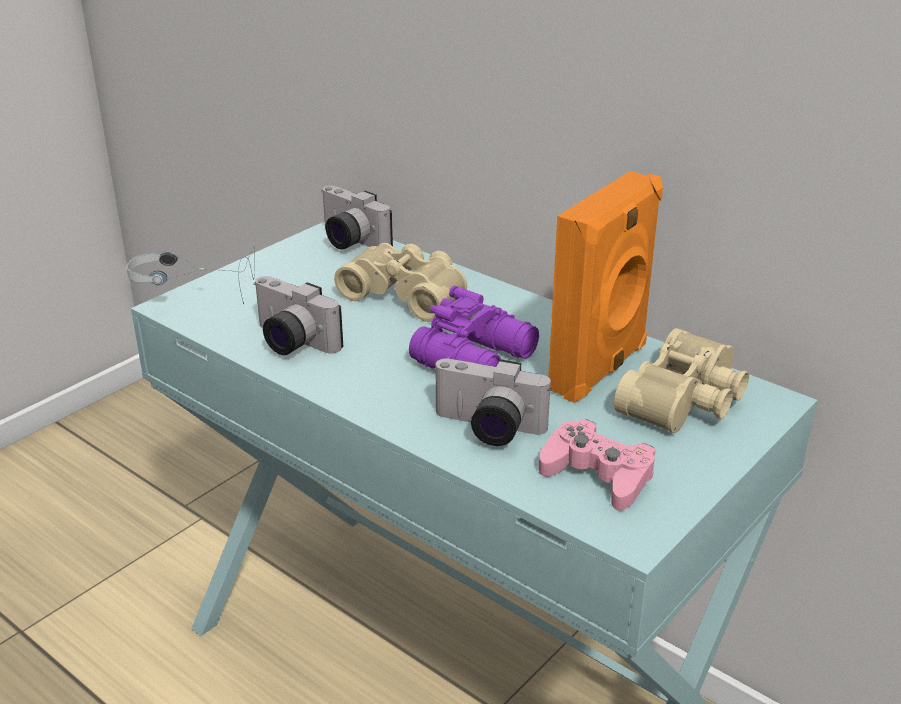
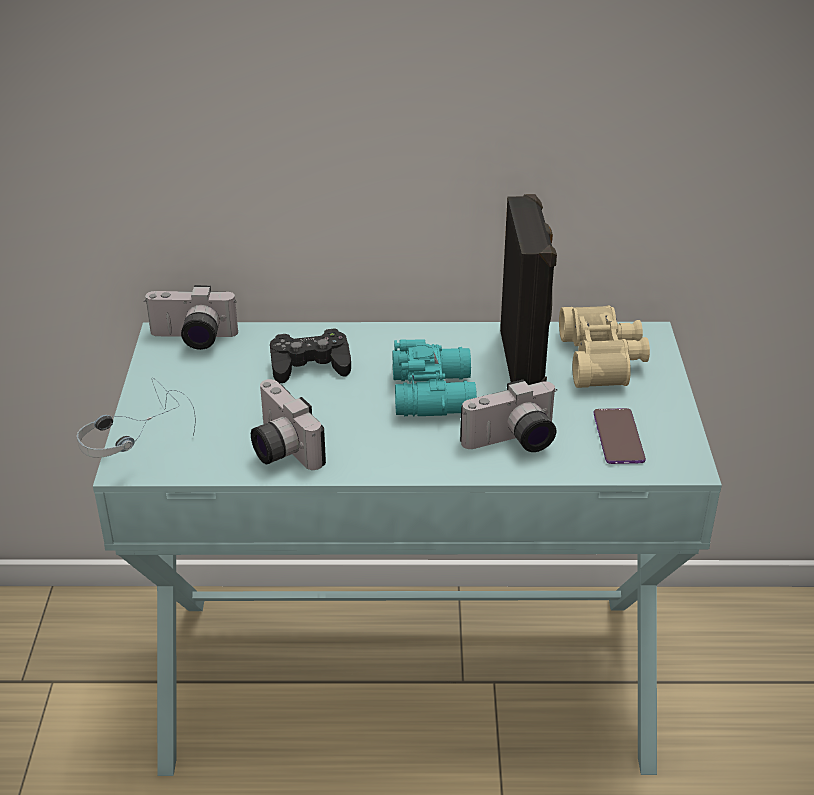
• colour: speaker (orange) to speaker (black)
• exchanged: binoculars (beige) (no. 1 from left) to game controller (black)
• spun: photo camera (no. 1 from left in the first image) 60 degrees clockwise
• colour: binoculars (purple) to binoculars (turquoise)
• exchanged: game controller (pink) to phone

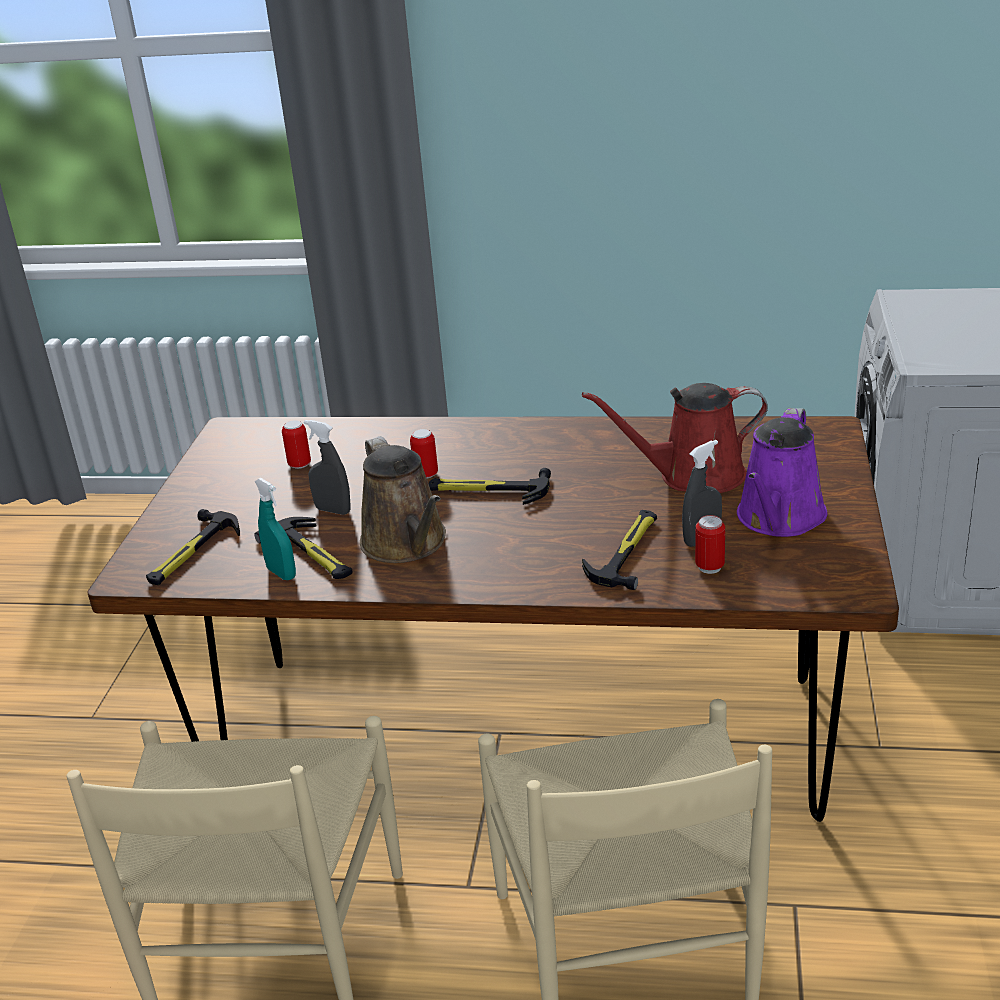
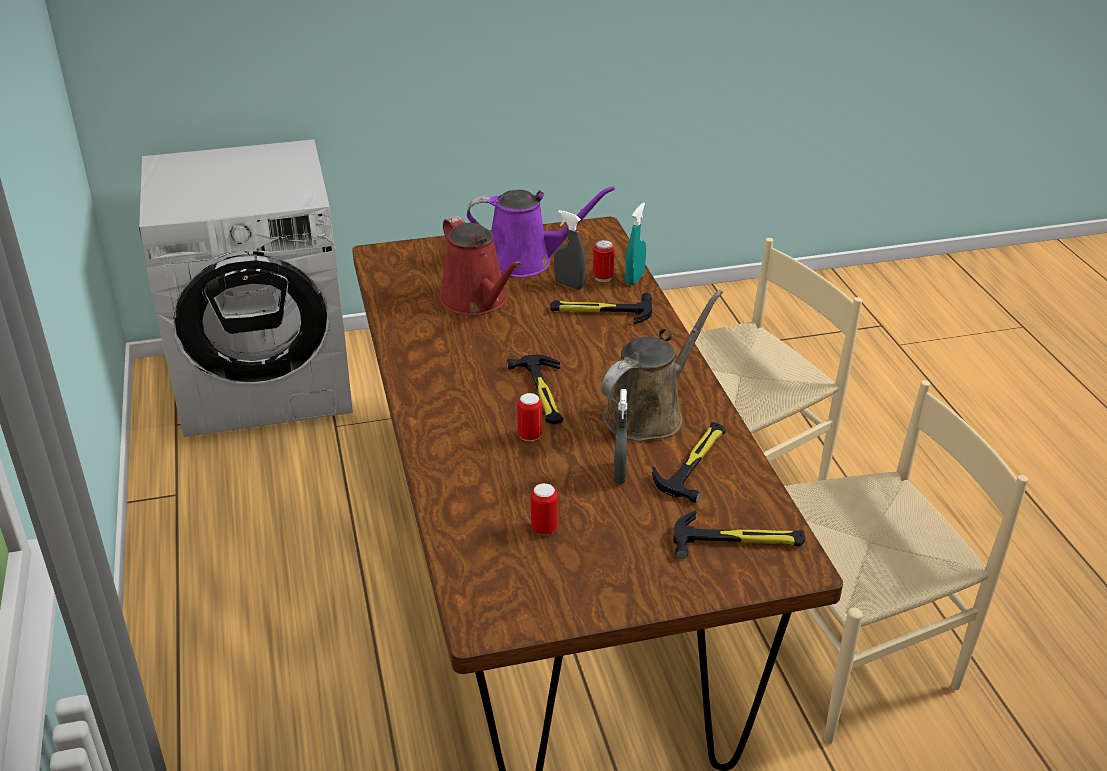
• relocated: spray bottle (turquoise)

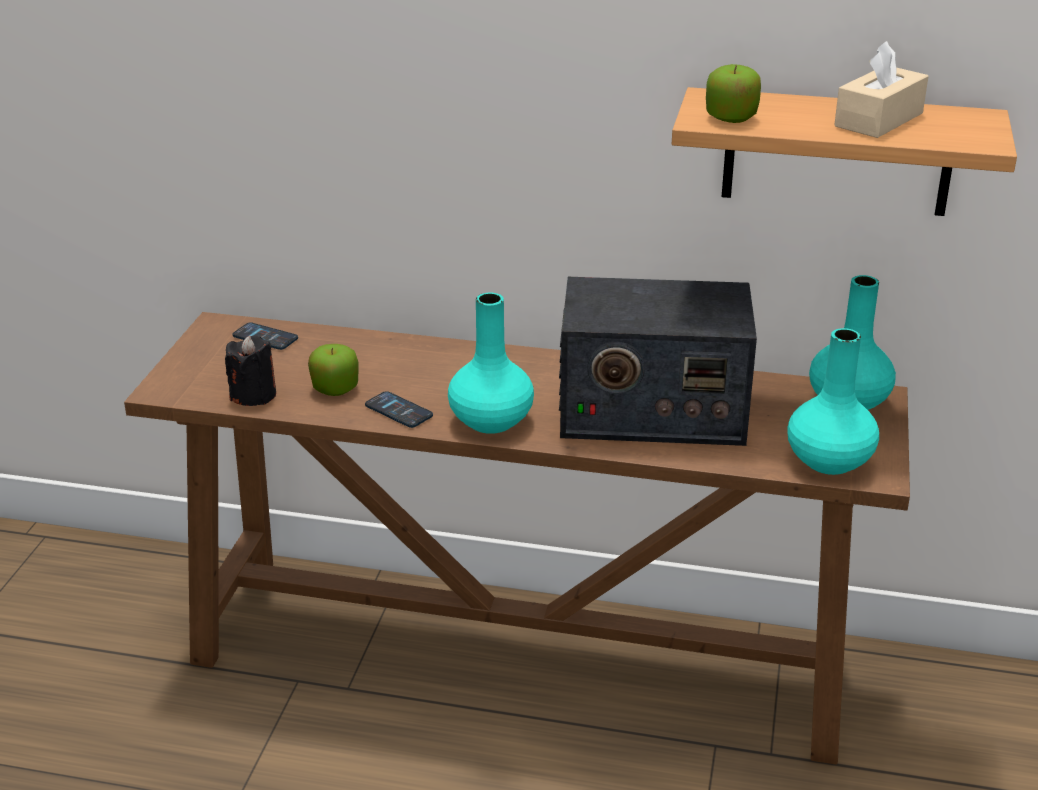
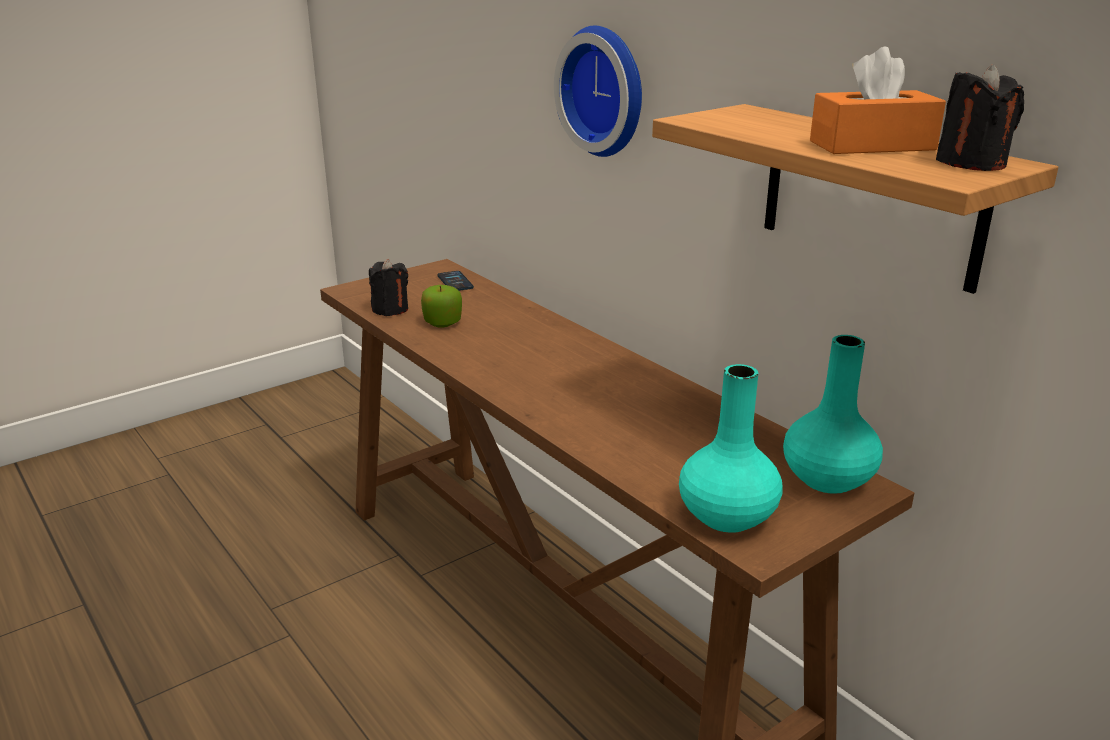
• colour: tissue box (beige) to tissue box (orange)
• missing: apple (no. 2 from left)
• missing: radio
• missing: vase (turquoise) (no. 1 from left)
• missing: phone (no. 2 from left)
• appeared: wall clock
• appeared: candle (black) (no. 2 from left)

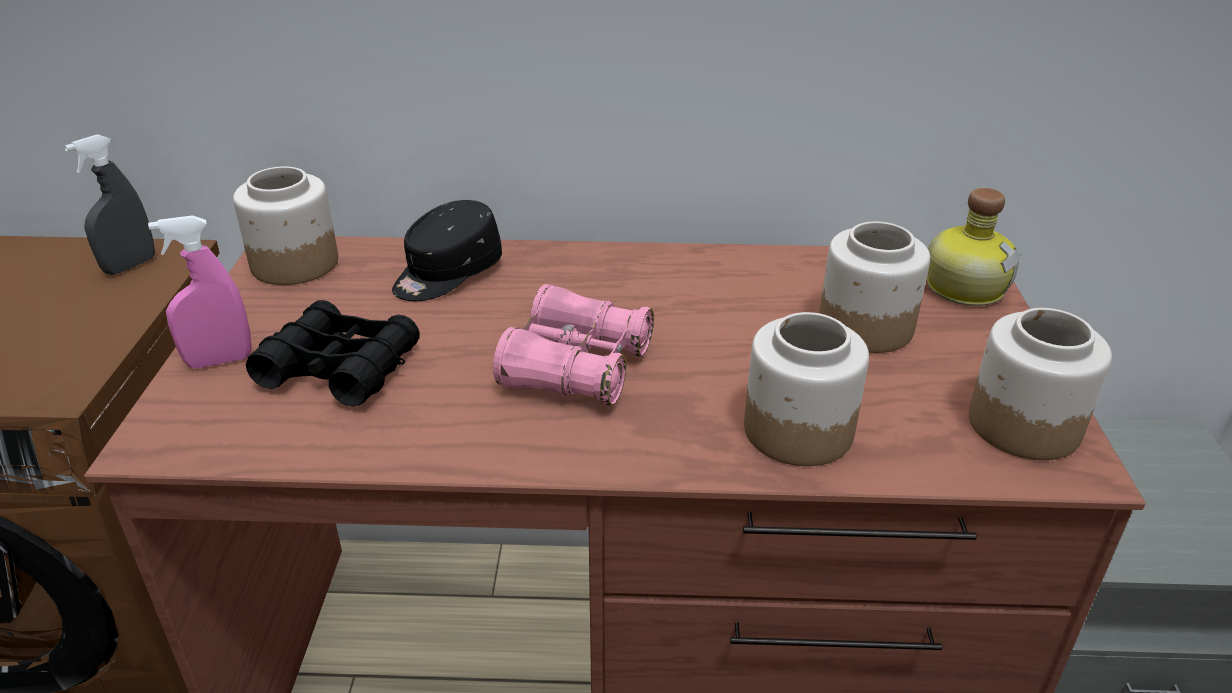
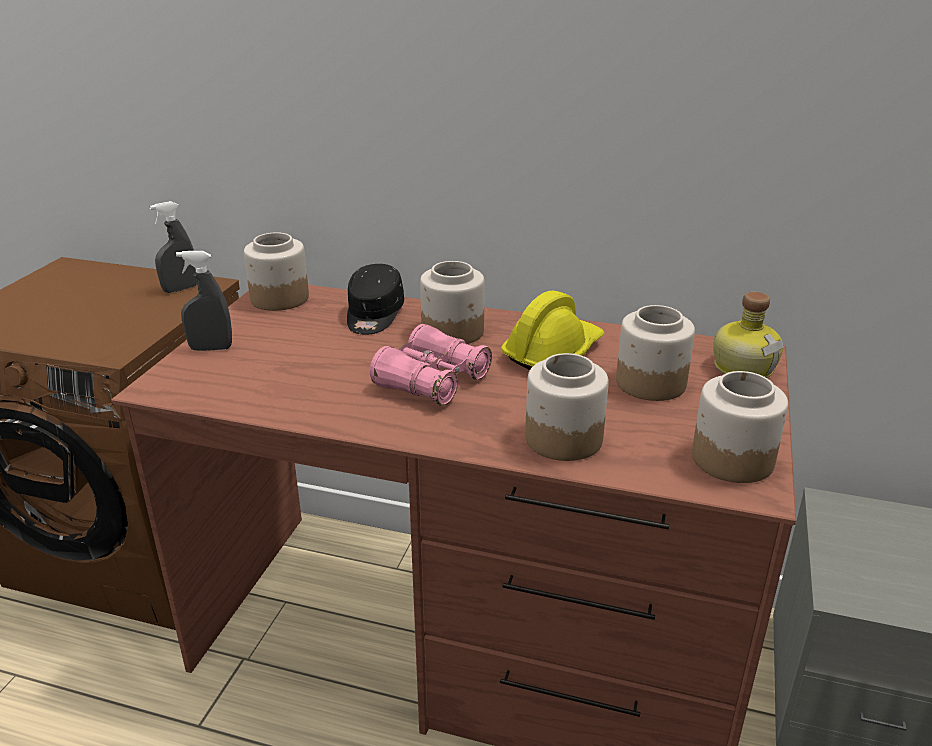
• spun: cap (black) 45 degrees counterclockwise
• colour: spray bottle (pink) to spray bottle (grey) (no. 2 from left)
• missing: binoculars (black)
• appeared: jar (no. 2 from left)
• appeared: hard hat (yellow)

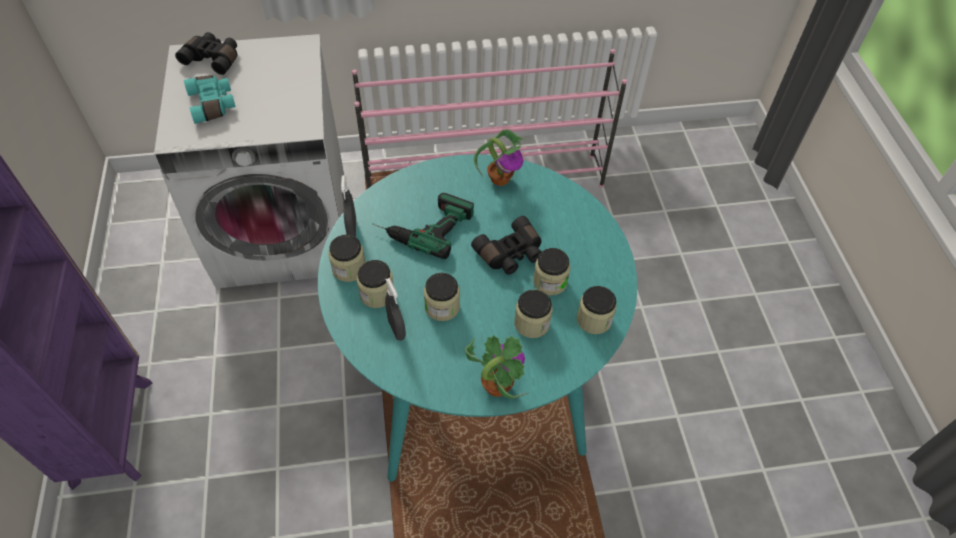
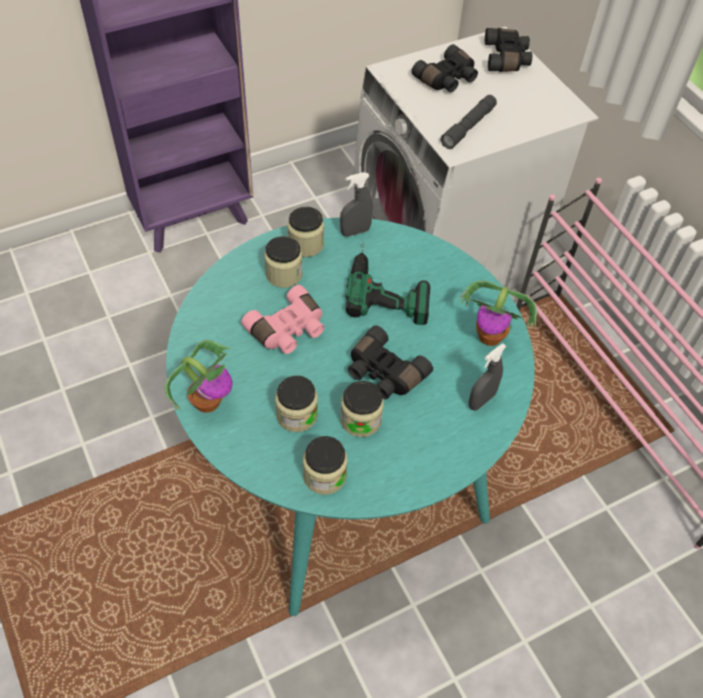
• colour: binoculars (turquoise) to binoculars (black) (no. 2 from left)
• exchanged: jar (no. 3 from left) to binoculars (pink)
• relocated: spray bottle (grey) (no. 2 from left)
• appeared: flashlight (grey)

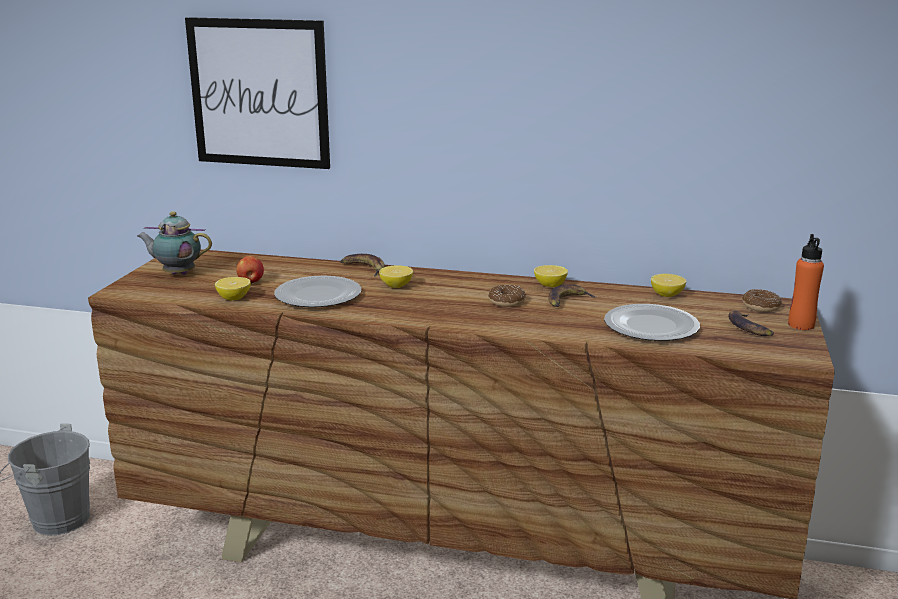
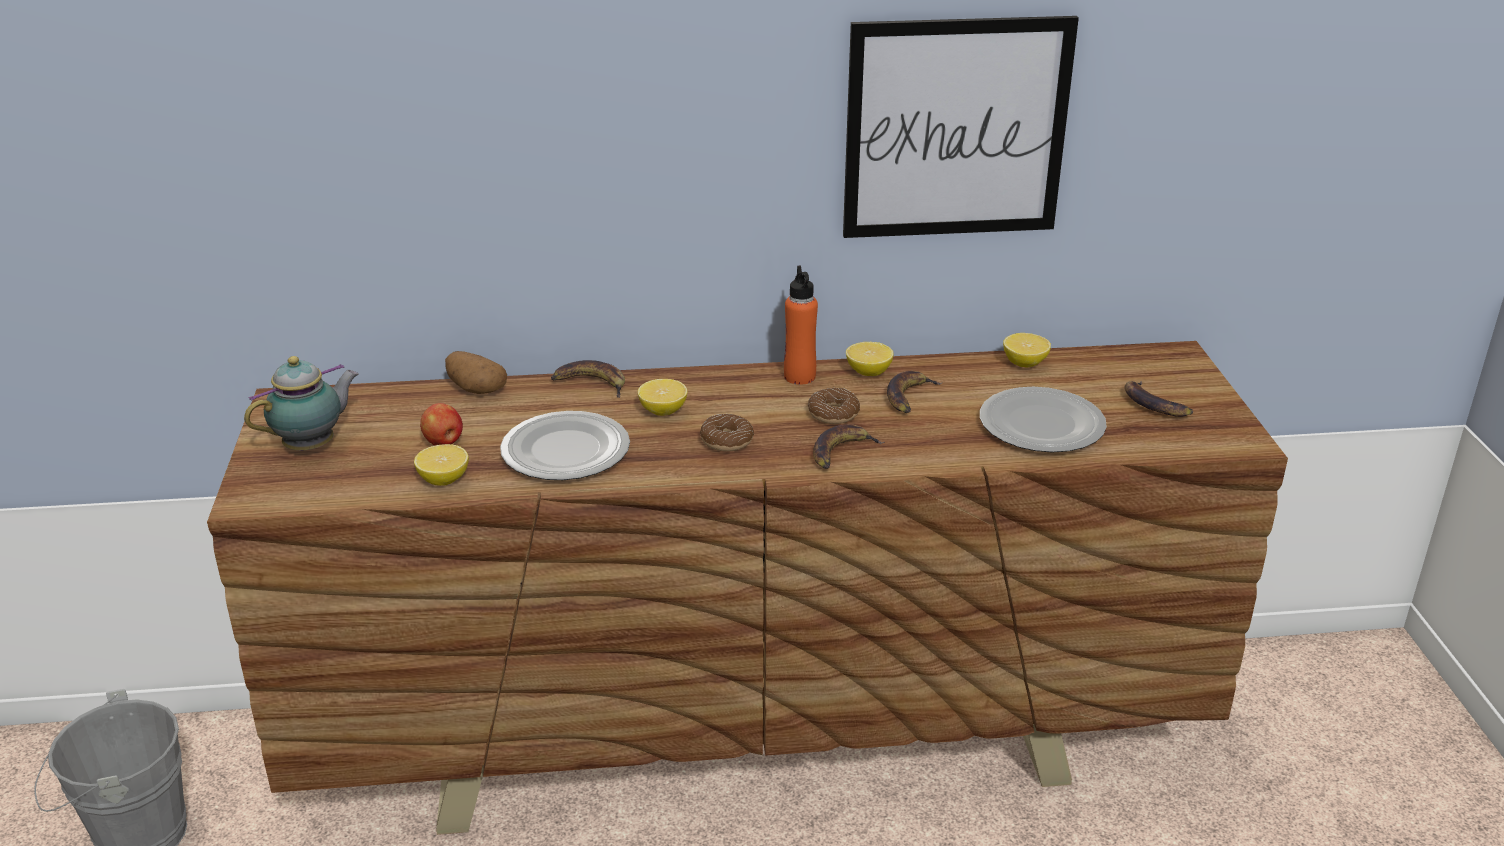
• relocated: picture
• spun: teapot 150 degrees clockwise
• relocated: bottle (orange)
• relocated: donut (no. 2 from left in the first image) to donut (no. 1 from left)
• appeared: potato
• appeared: banana (no. 2 from left)

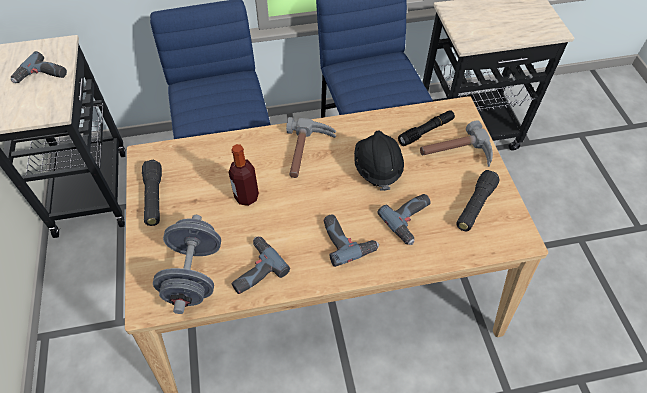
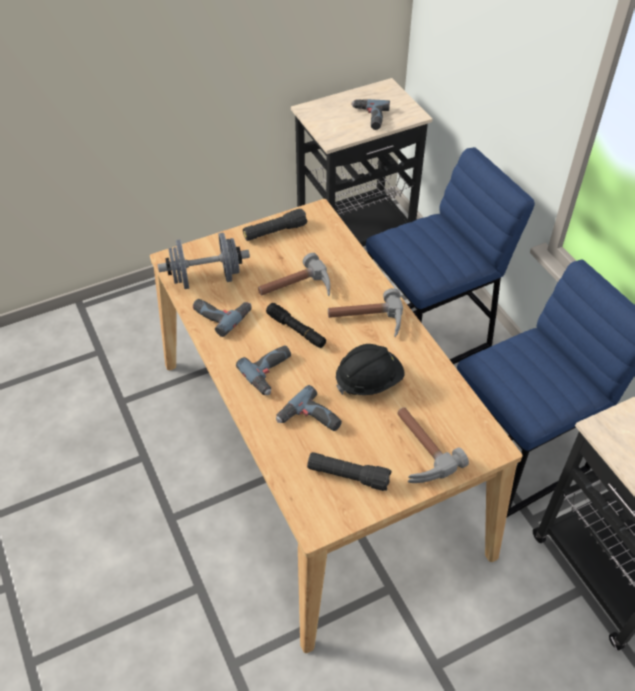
• relocated: flashlight (black) (no. 2 from left)
• exchanged: bottle to hammer (no. 1 from left)

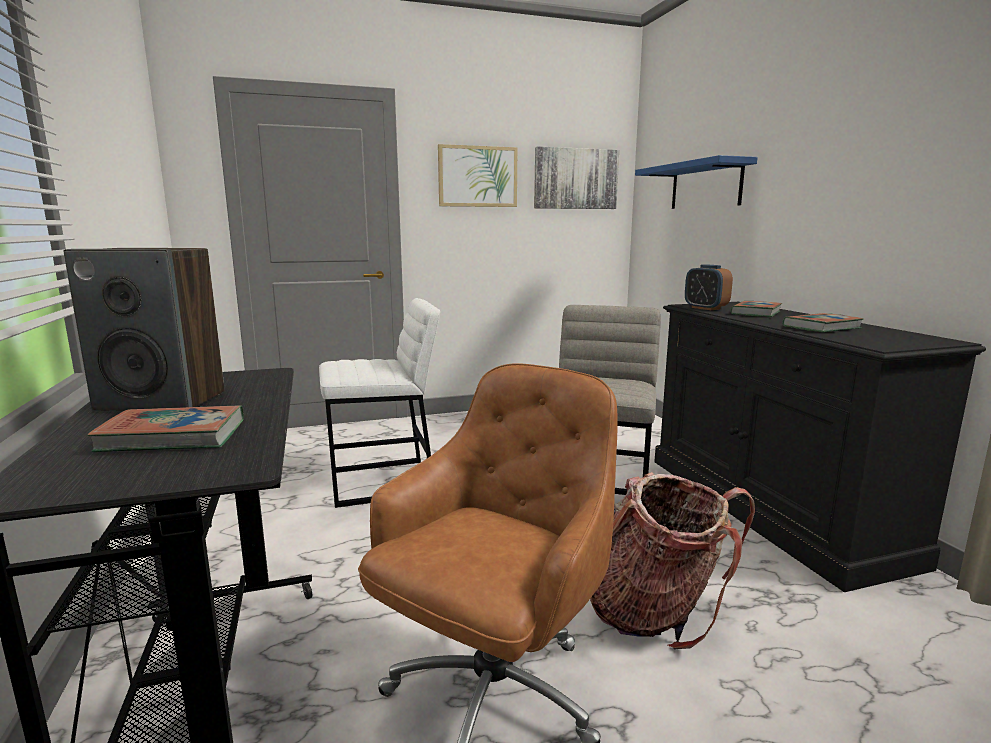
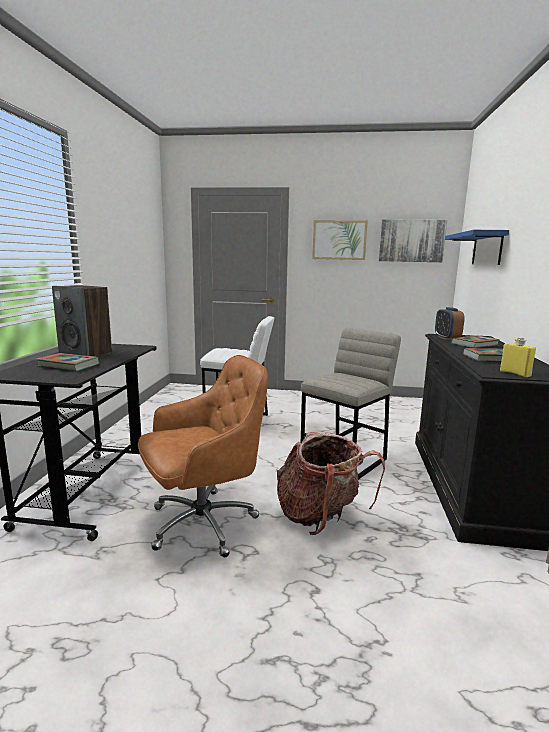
• appeared: bottle (yellow)

